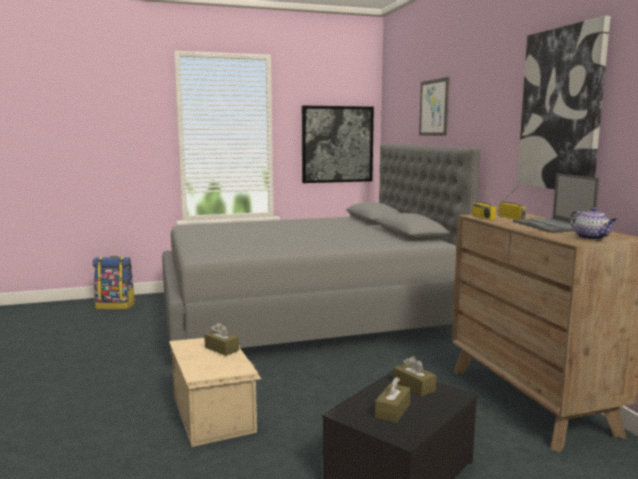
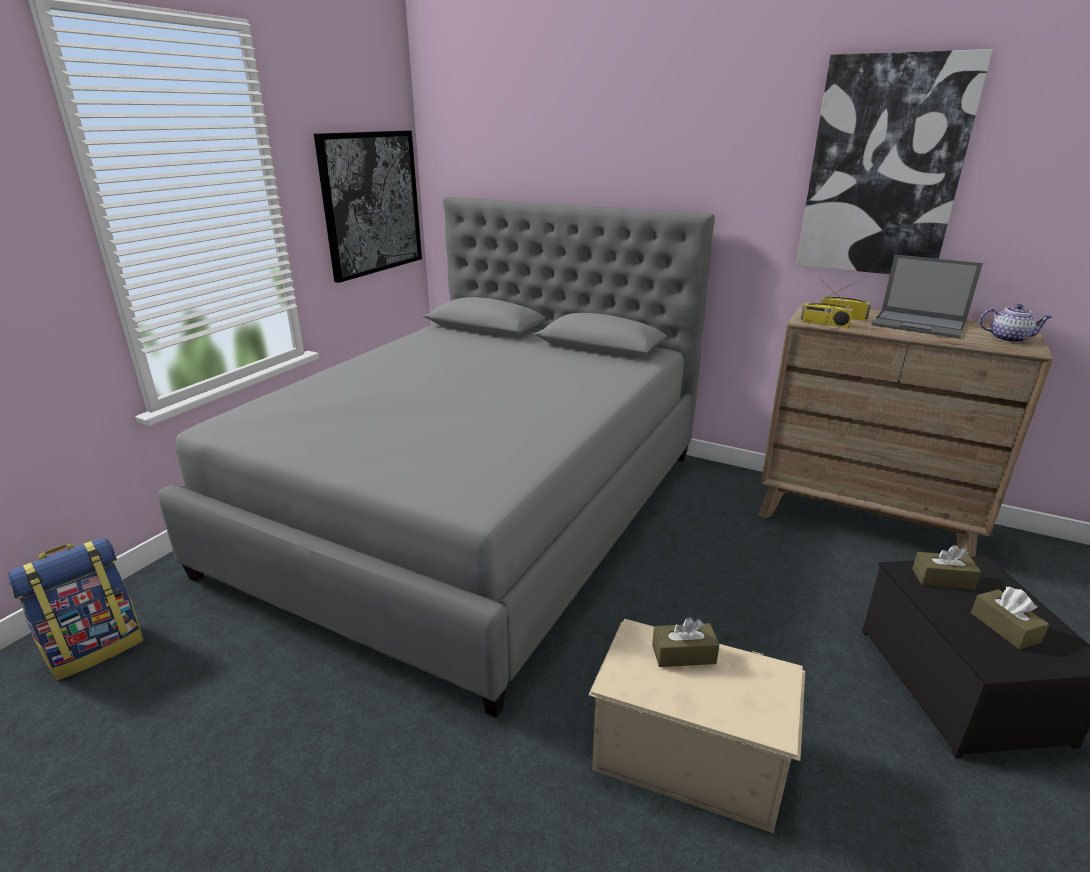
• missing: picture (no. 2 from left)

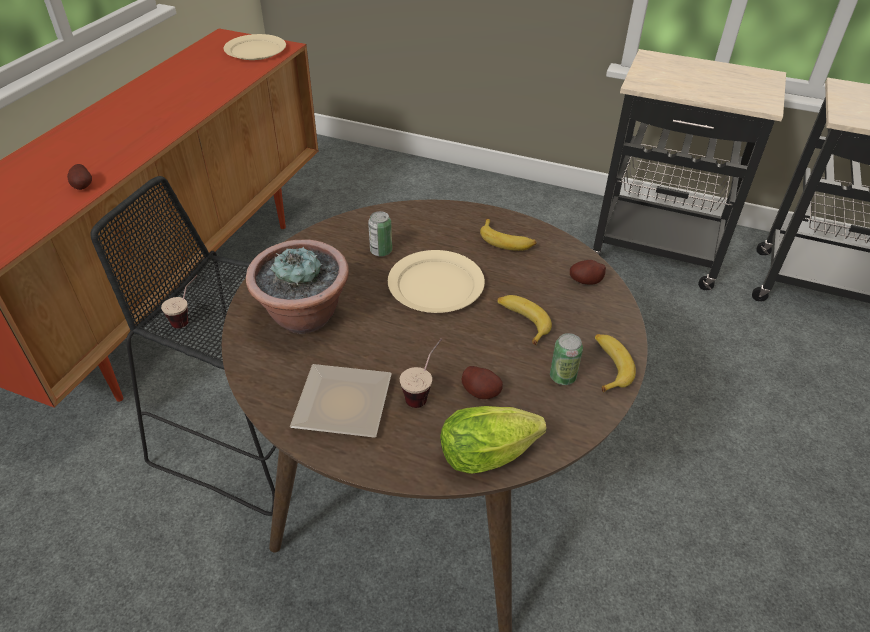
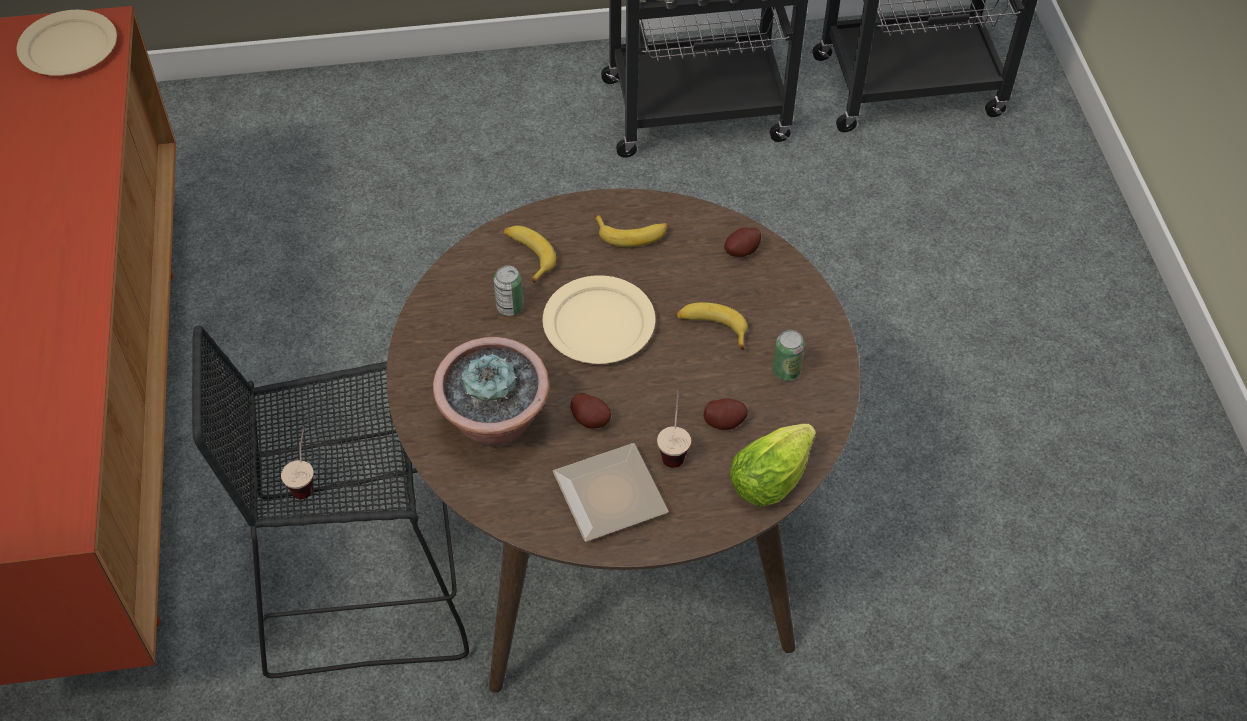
• relocated: potato (no. 1 from left)
• relocated: banana (no. 3 from left in the first image) to banana (no. 1 from left)

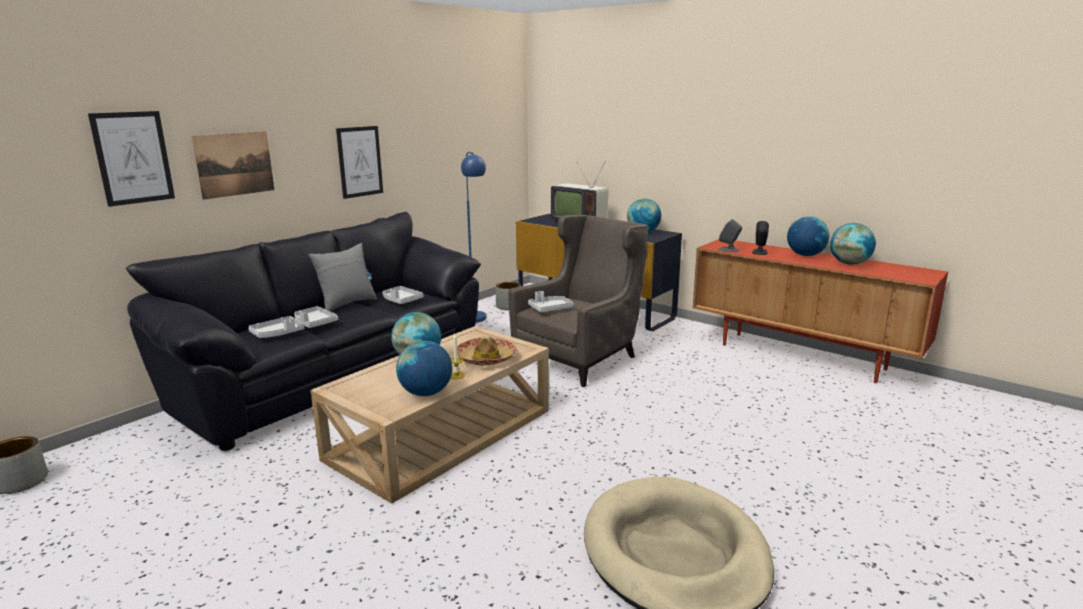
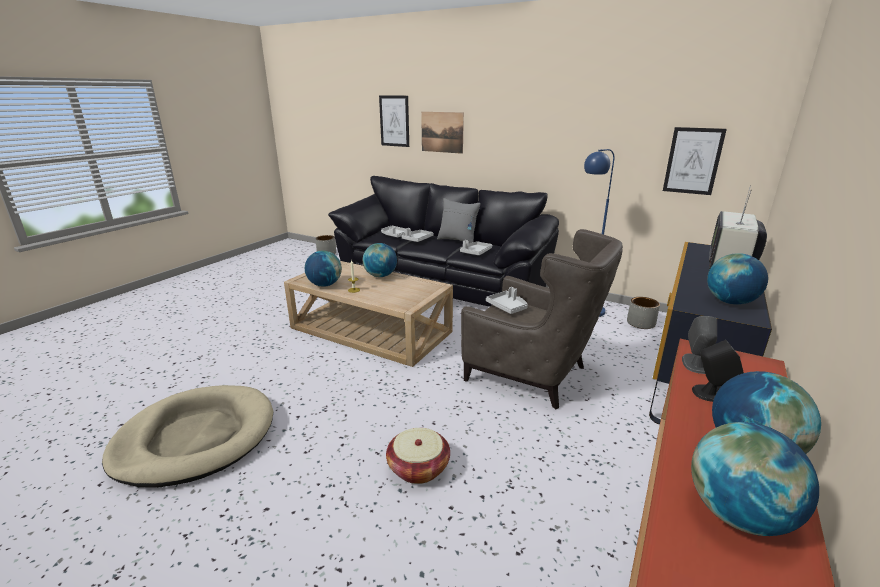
• relocated: picture (no. 3 from left)
• missing: hat
• appeared: basket

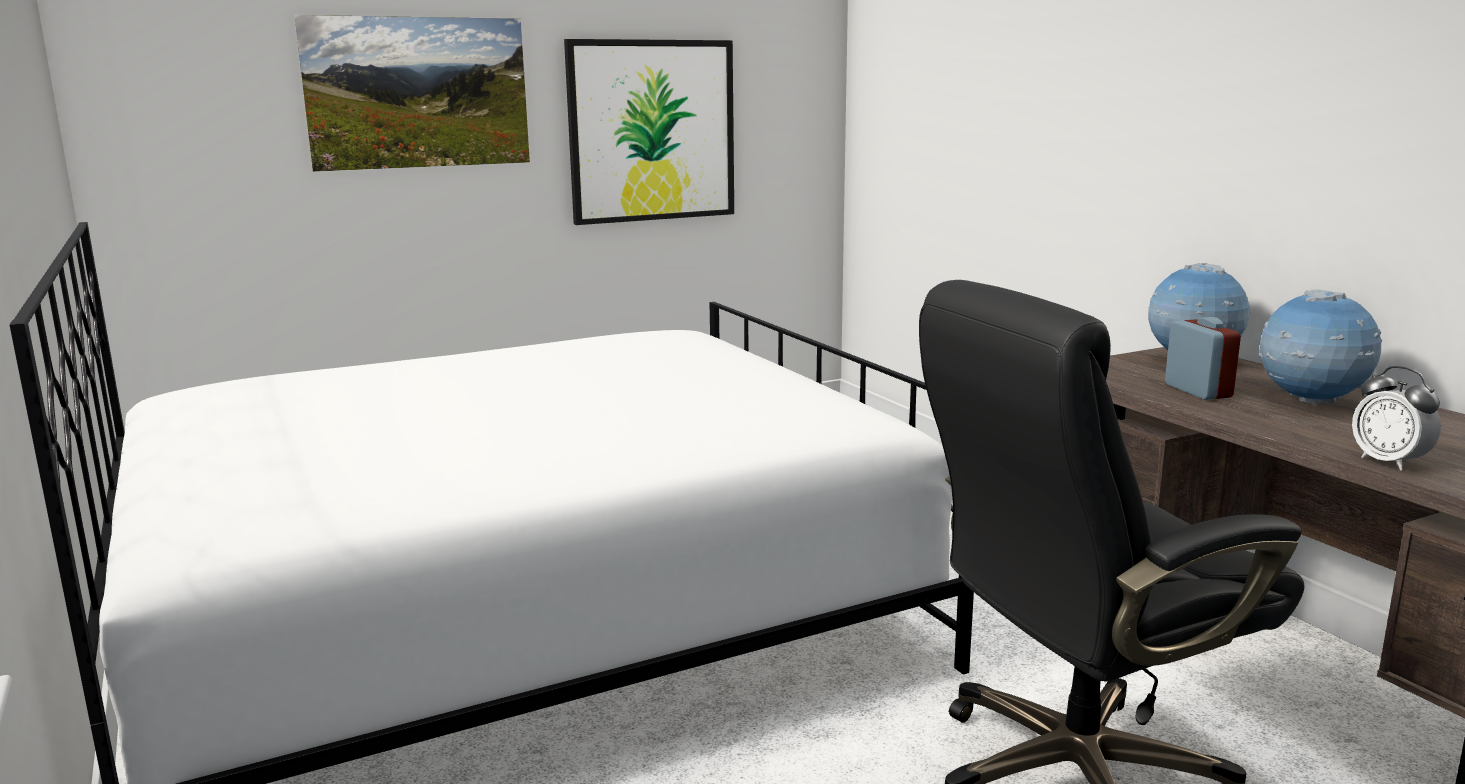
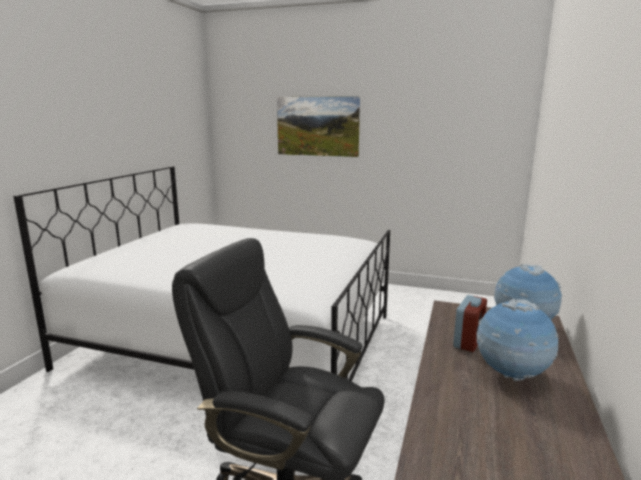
• missing: picture (no. 2 from left)
• missing: alarm clock (no. 2 from left)

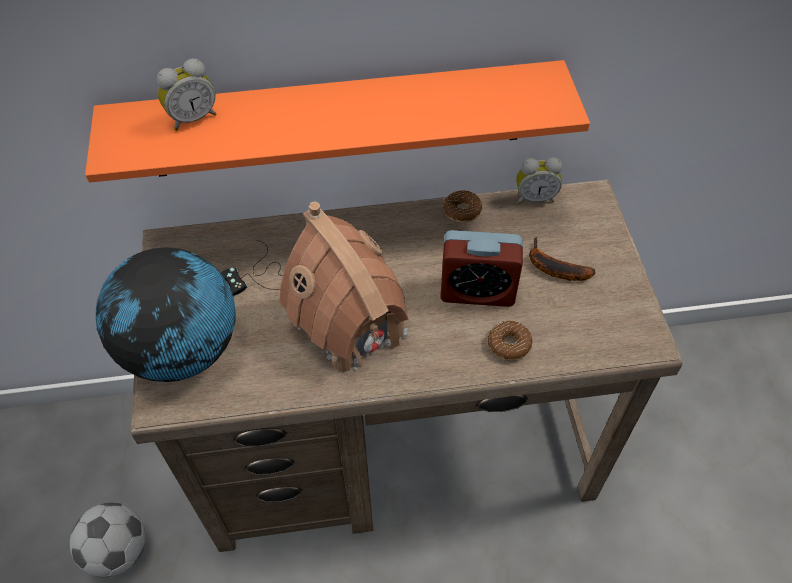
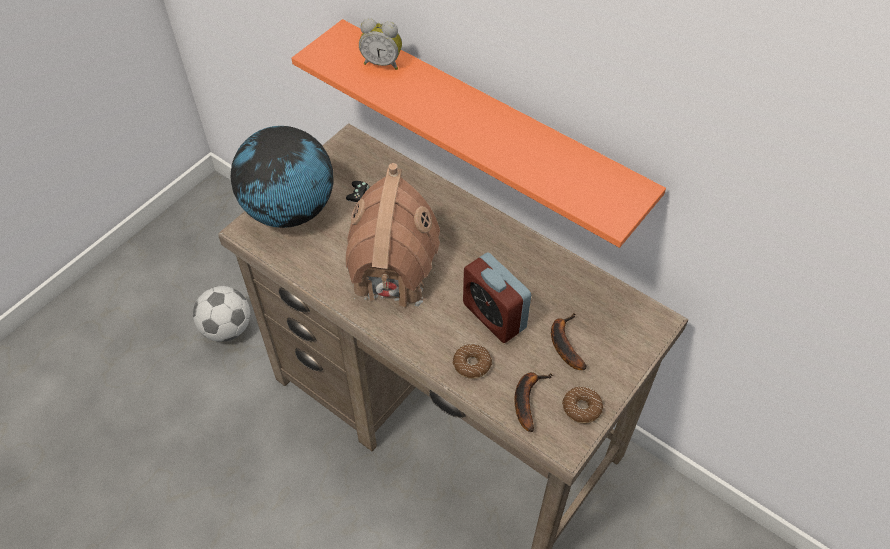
• missing: alarm clock (no. 3 from left)
• relocated: donut (no. 1 from left in the first image) to donut (no. 2 from left)
• appeared: banana (no. 1 from left)

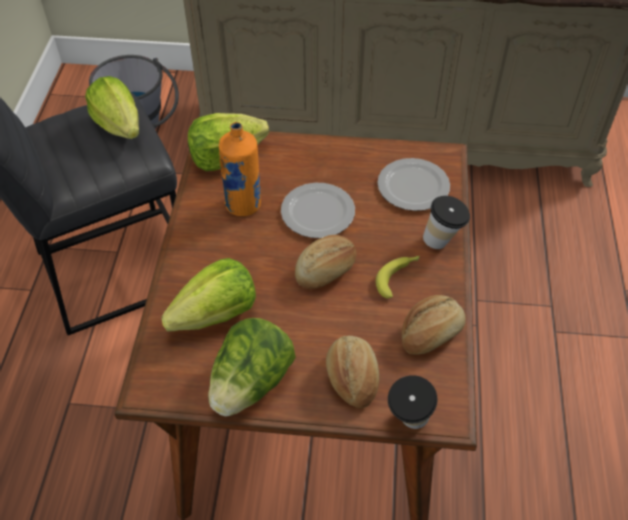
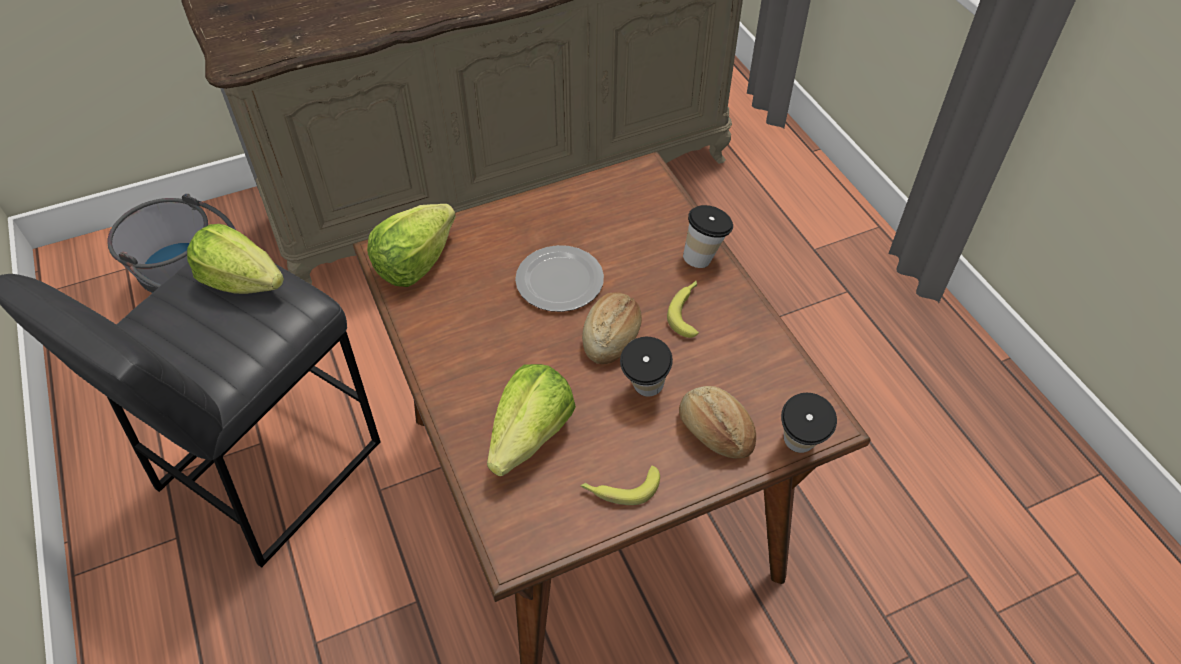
• missing: bottle (orange)
• missing: plate (no. 2 from left)
• missing: bread (no. 3 from left)
• exchanged: lettuce (no. 4 from left) to banana (no. 1 from left)
• appeared: cup (no. 1 from left)

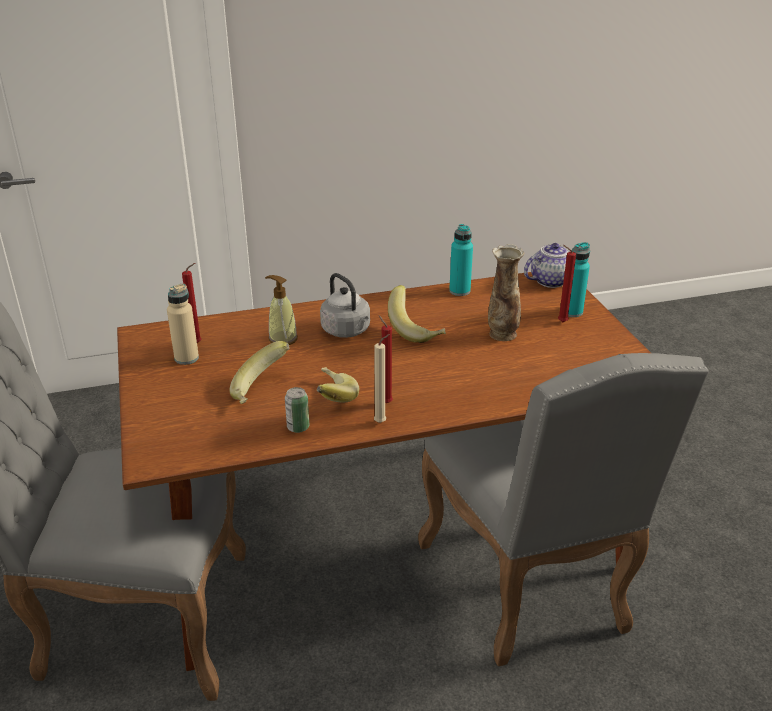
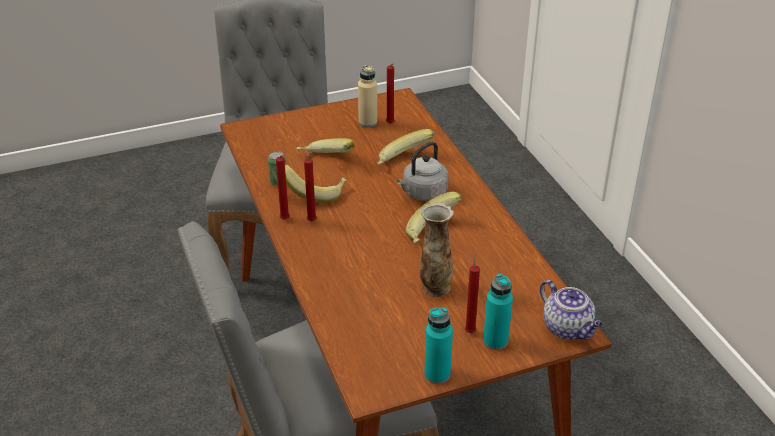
• relocated: bottle (turquoise) (no. 1 from left)
• exchanged: soap dispenser to banana (no. 3 from left)
• colour: candle (beige) to candle (red) (no. 1 from left)

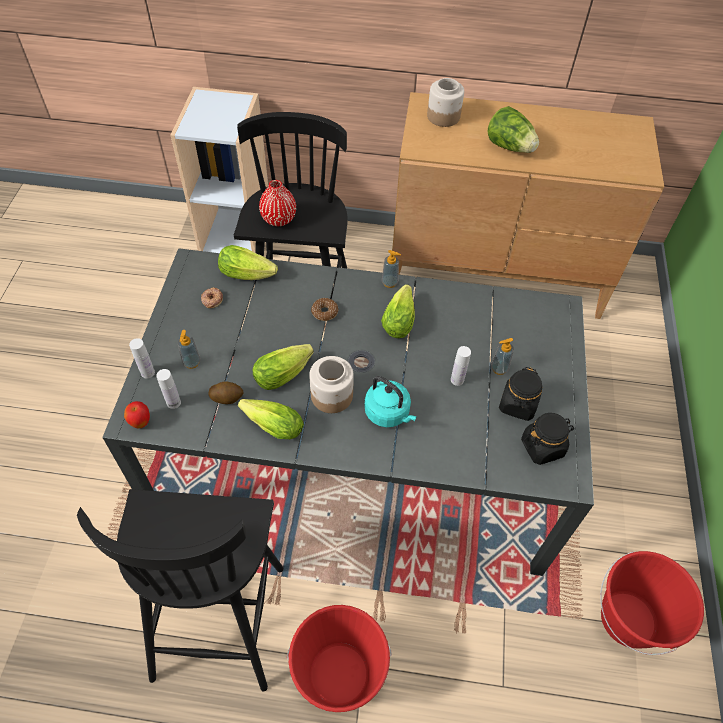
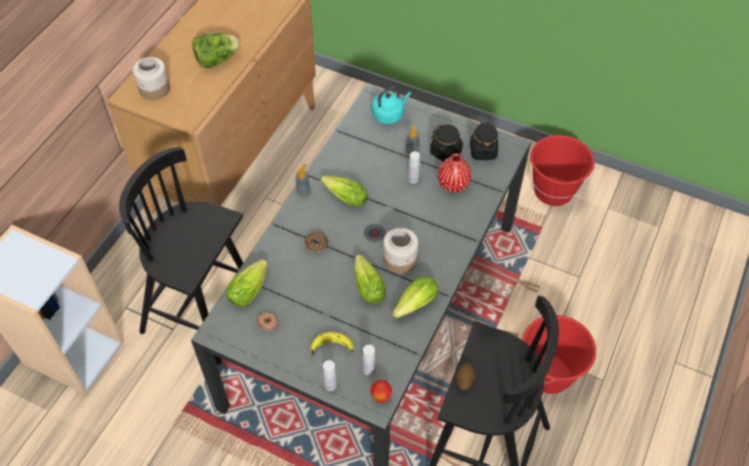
• relocated: vase (red)
• exchanged: soap dispenser (no. 1 from left) to banana
• relocated: kettle (turquoise)
• relocated: potato

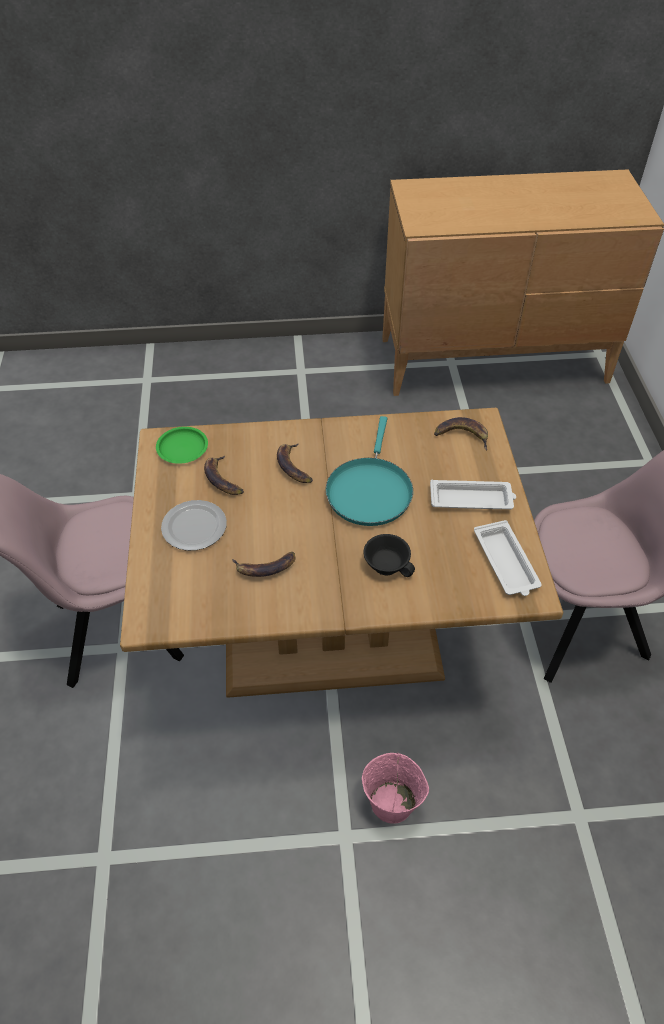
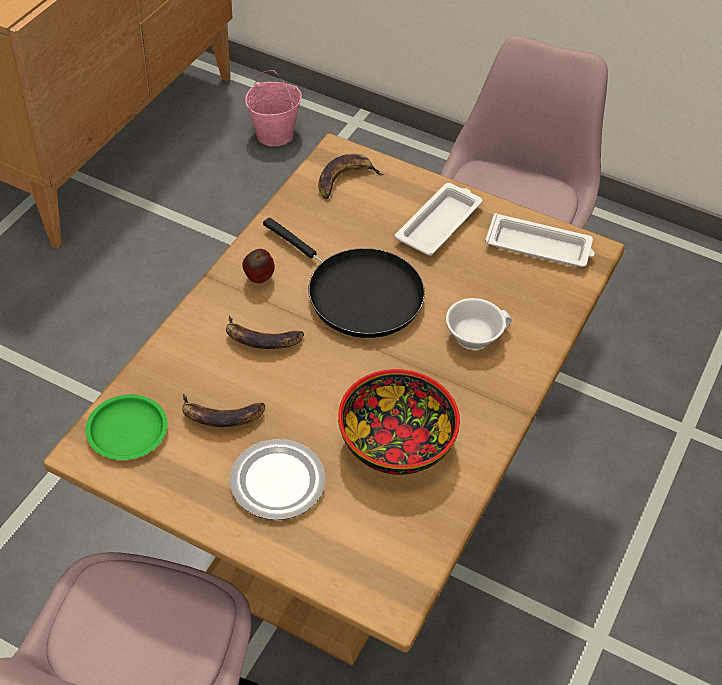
• colour: frying pan (turquoise) to frying pan (black)
• colour: cup (black) to cup (white)
• exchanged: banana (no. 2 from left) to bowl
• relocated: bucket (pink)
• appeared: apple

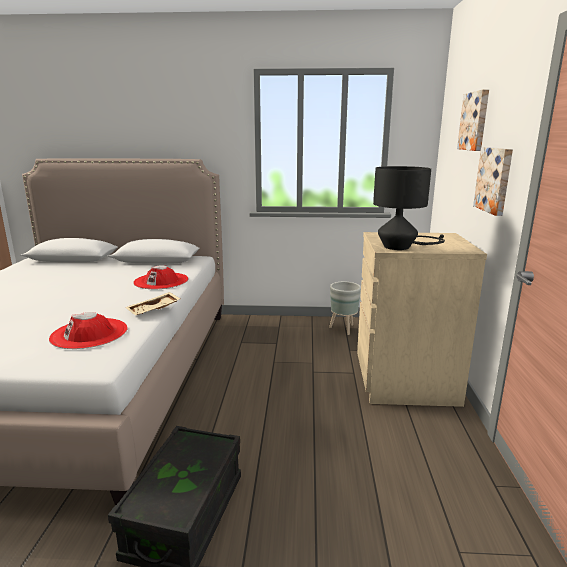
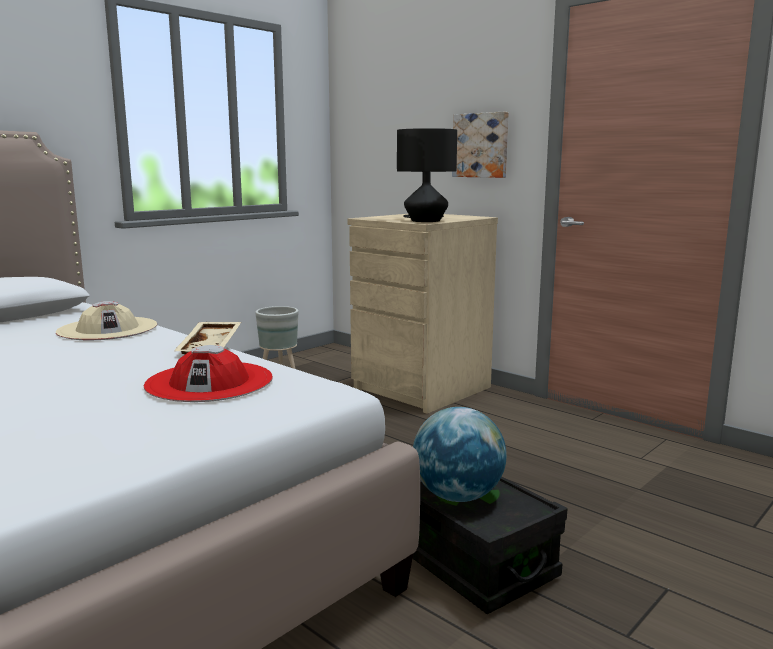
• missing: picture (no. 1 from left)
• colour: hat (red) (no. 2 from left) to hat (beige)
• appeared: globe

